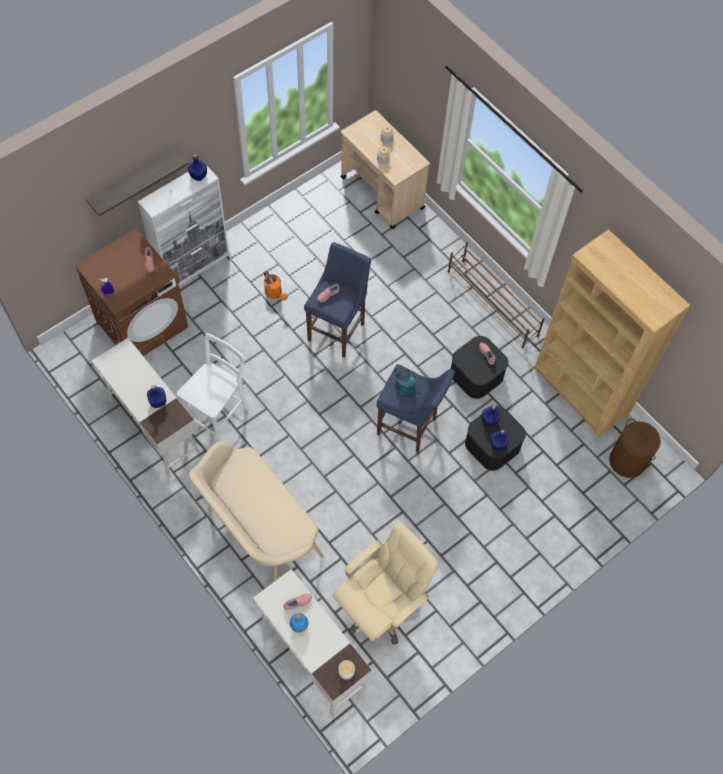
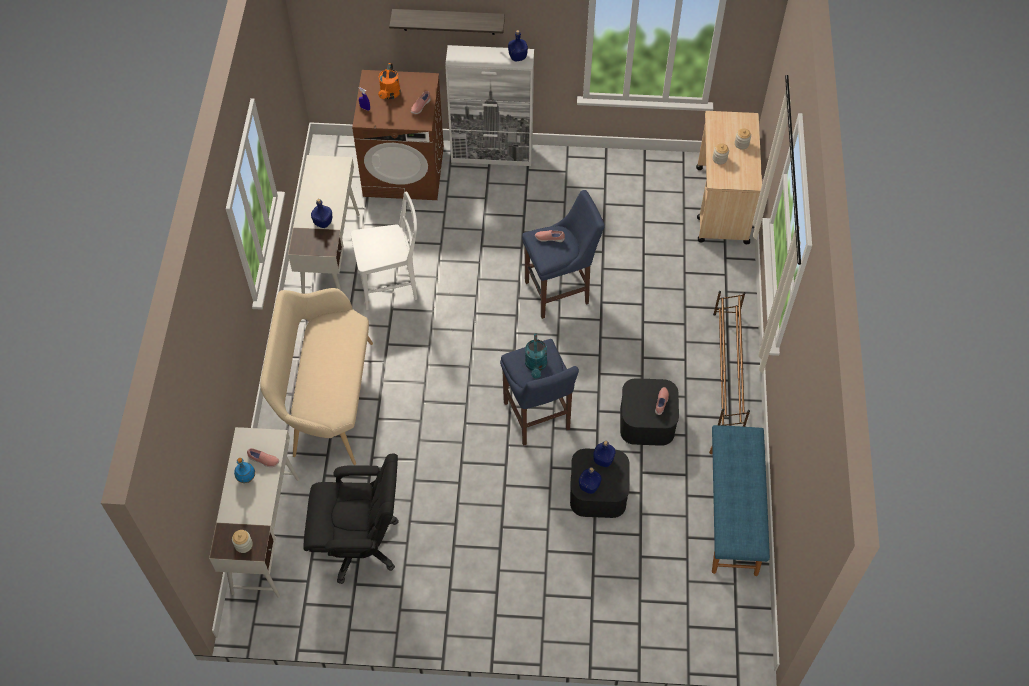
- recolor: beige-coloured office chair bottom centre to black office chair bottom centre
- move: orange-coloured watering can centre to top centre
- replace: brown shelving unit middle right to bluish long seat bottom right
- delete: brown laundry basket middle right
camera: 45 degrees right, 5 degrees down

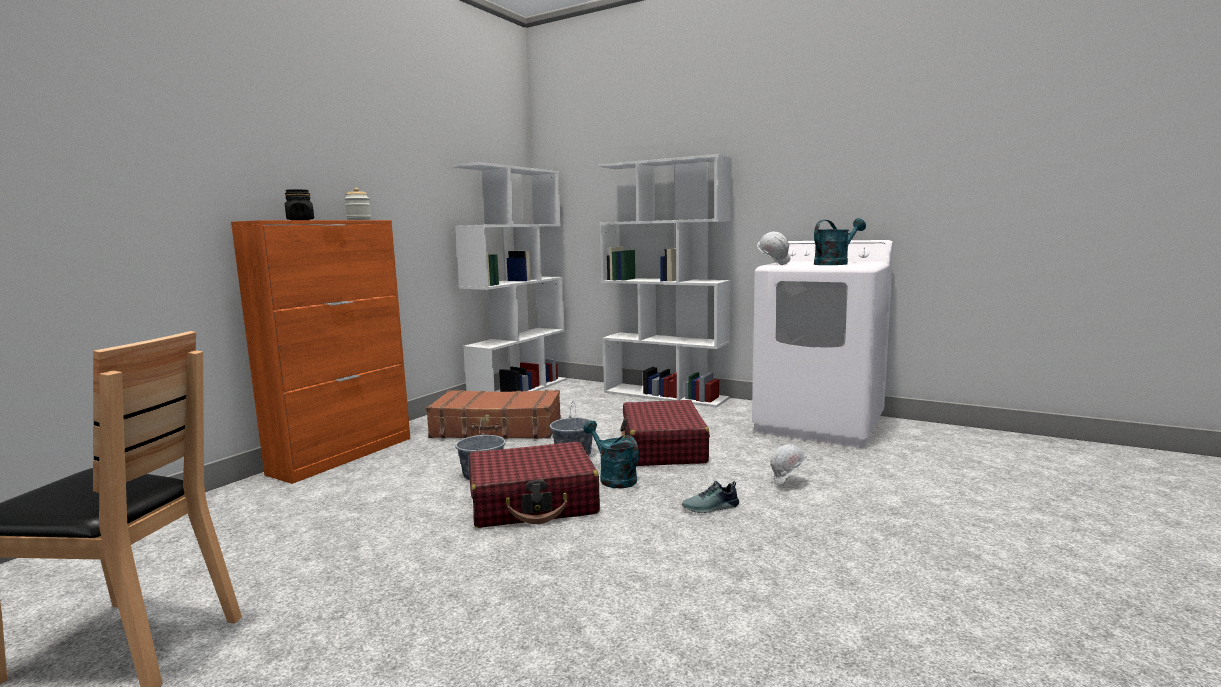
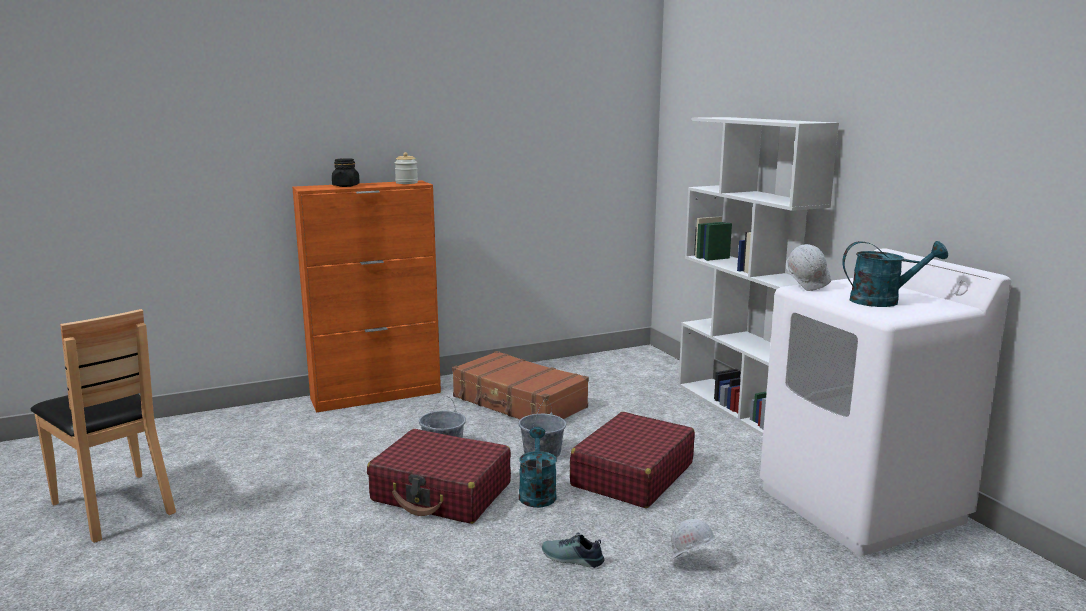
- delete: white shelving unit (1st from left) centre
camera: 35 degrees right, 5 degrees up

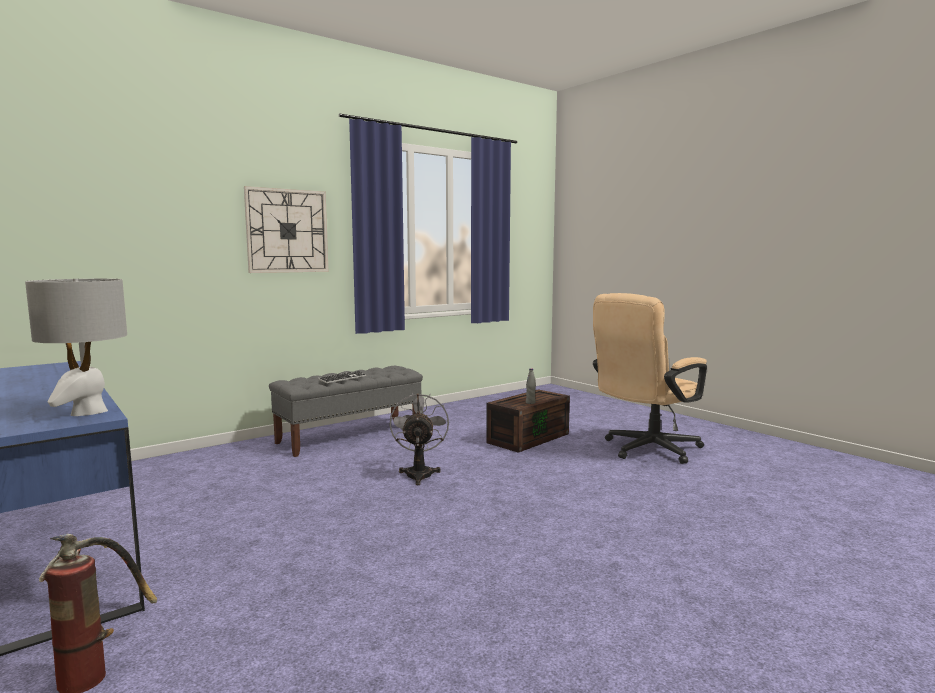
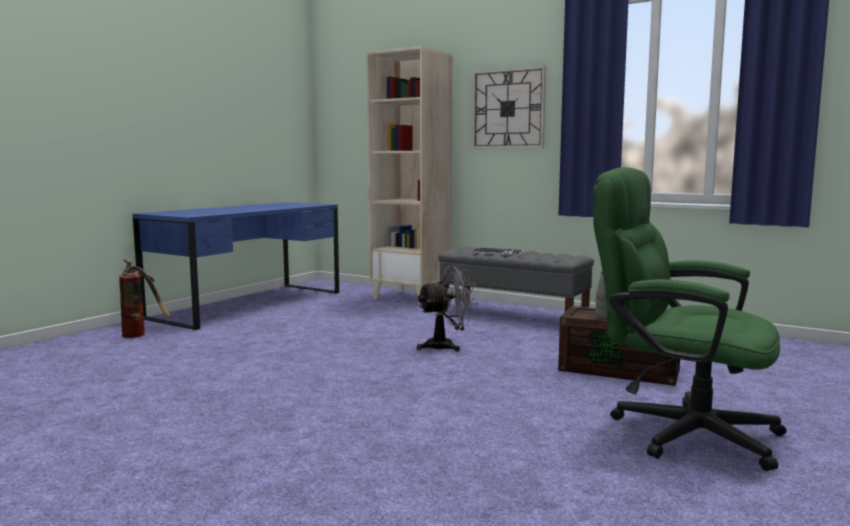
- insert: beige-coloured shelving unit centre
- recolor: beige-coloured office chair middle right to green office chair middle right
- delete: grey tabletop lamp middle left
camera: 70 degrees right, 0 degrees up

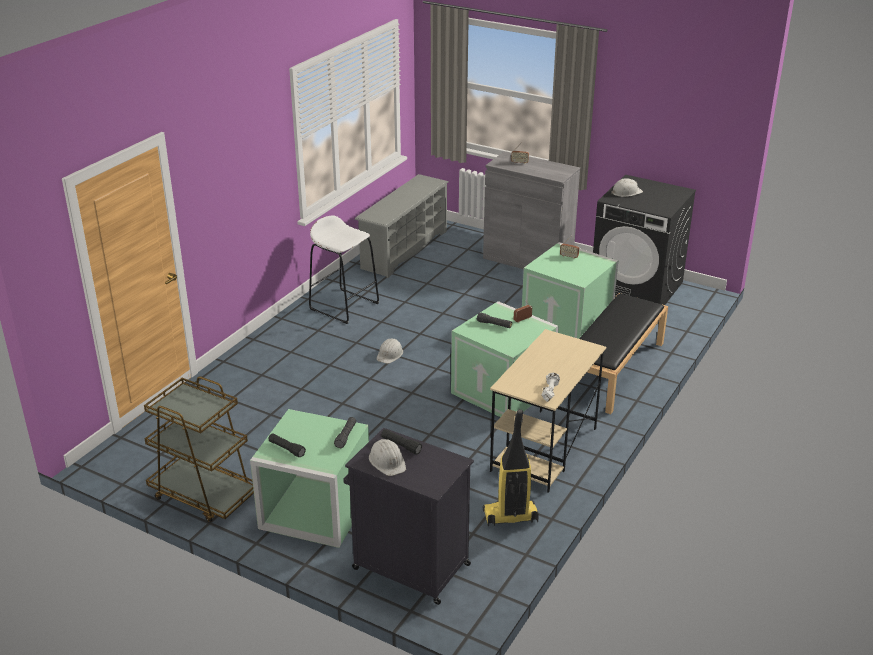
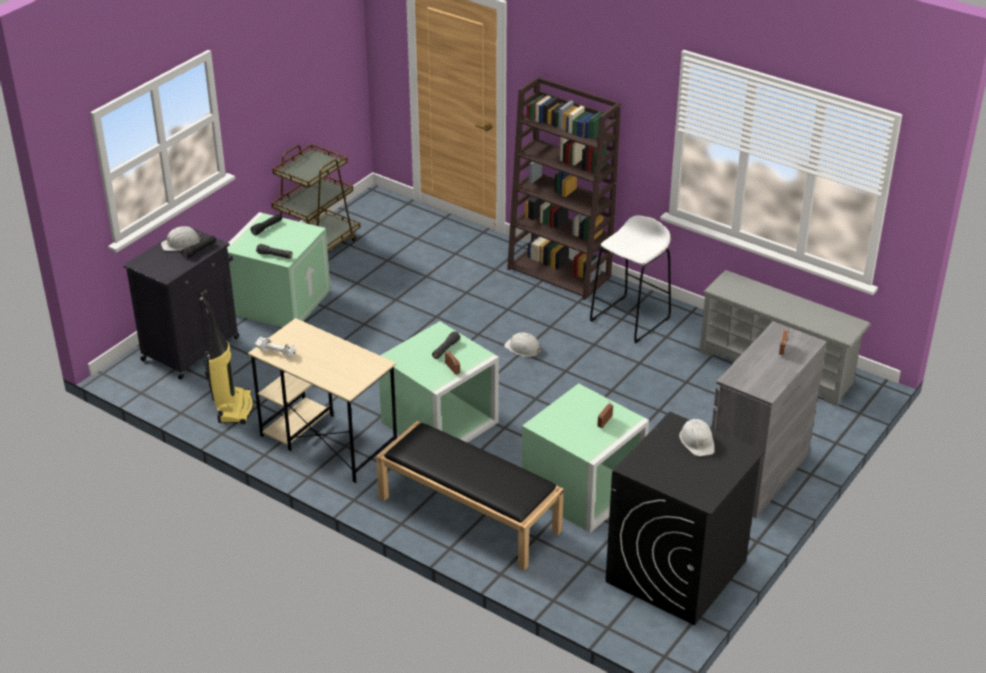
- insert: brown shelving unit top centre
camera: 95 degrees right, 5 degrees up

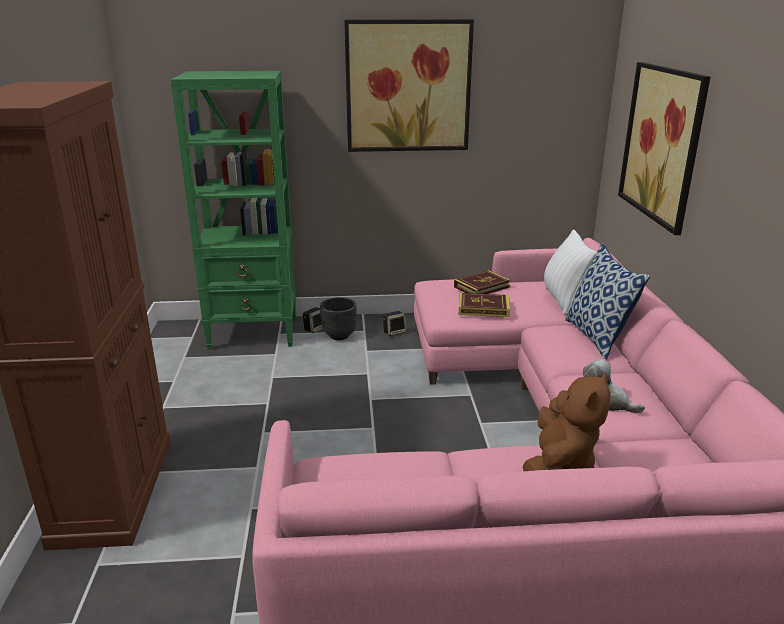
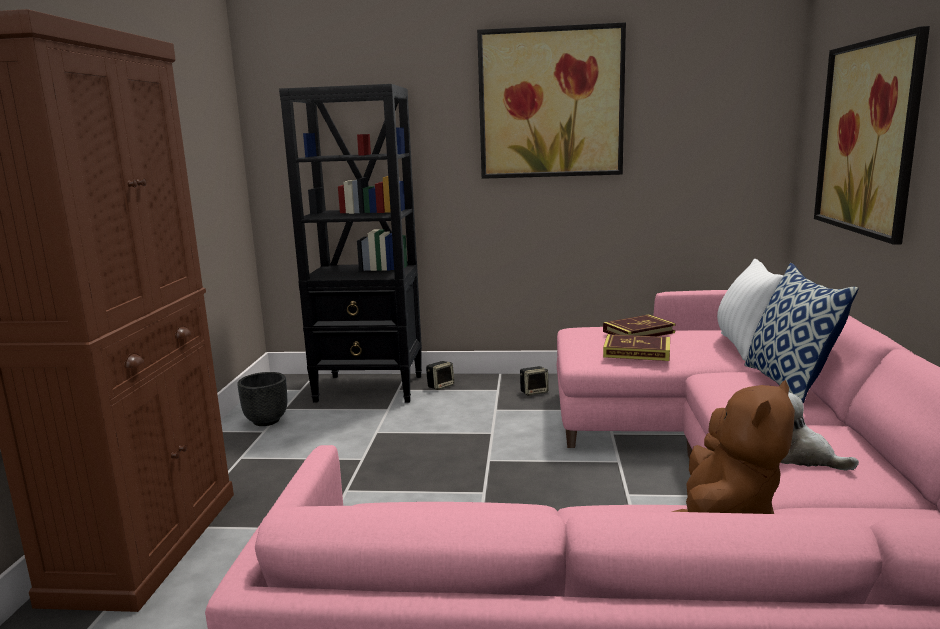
- move: black planter centre to middle left
- recolor: green shelving unit middle left to black shelving unit centre
camera: 10 degrees right, 10 degrees down

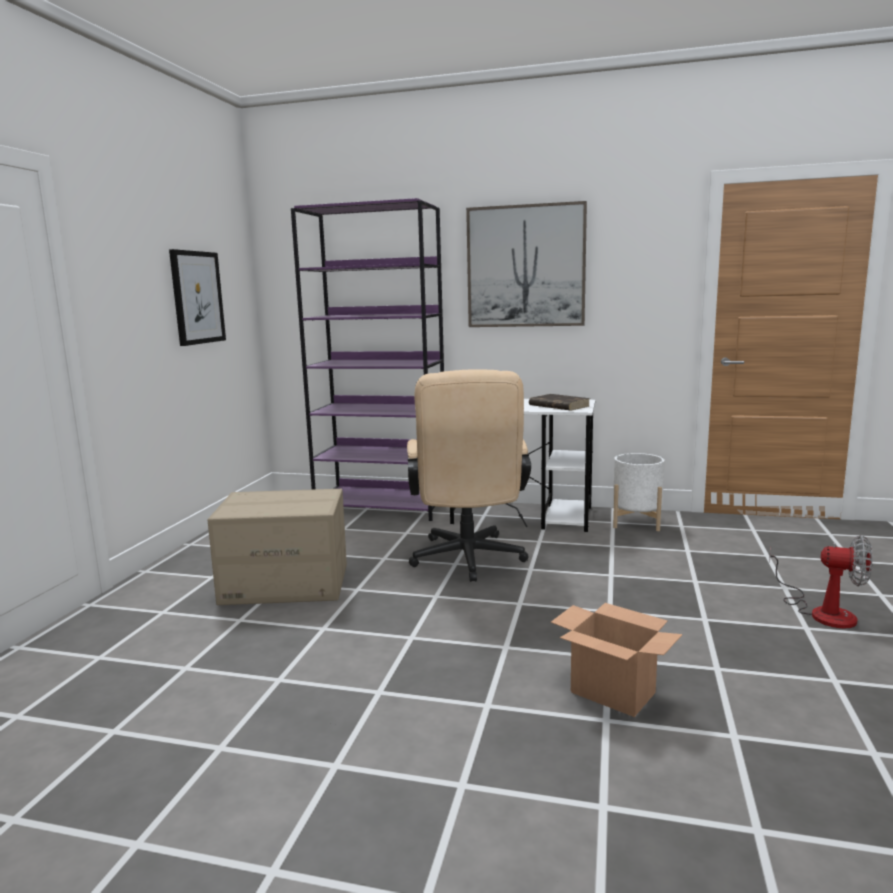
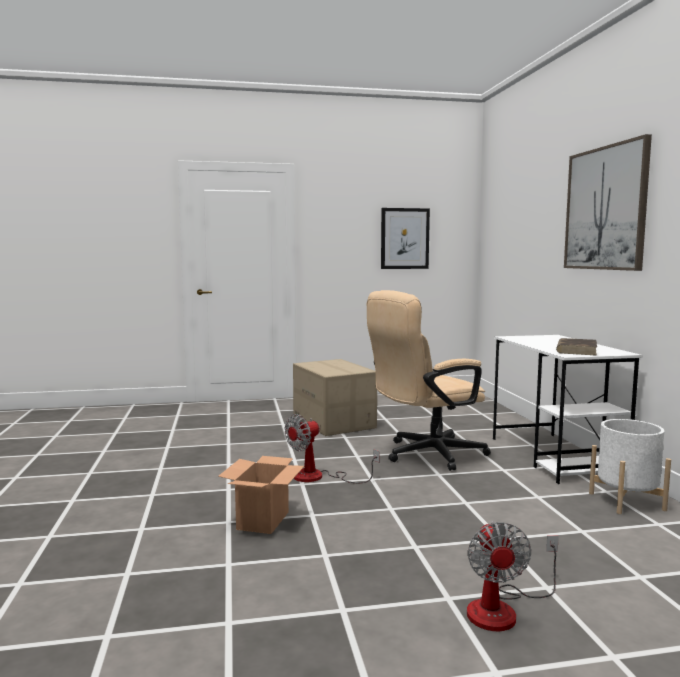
- insert: fan (1st from left) centre
- delete: purple shelving unit centre
camera: 65 degrees right, 5 degrees down

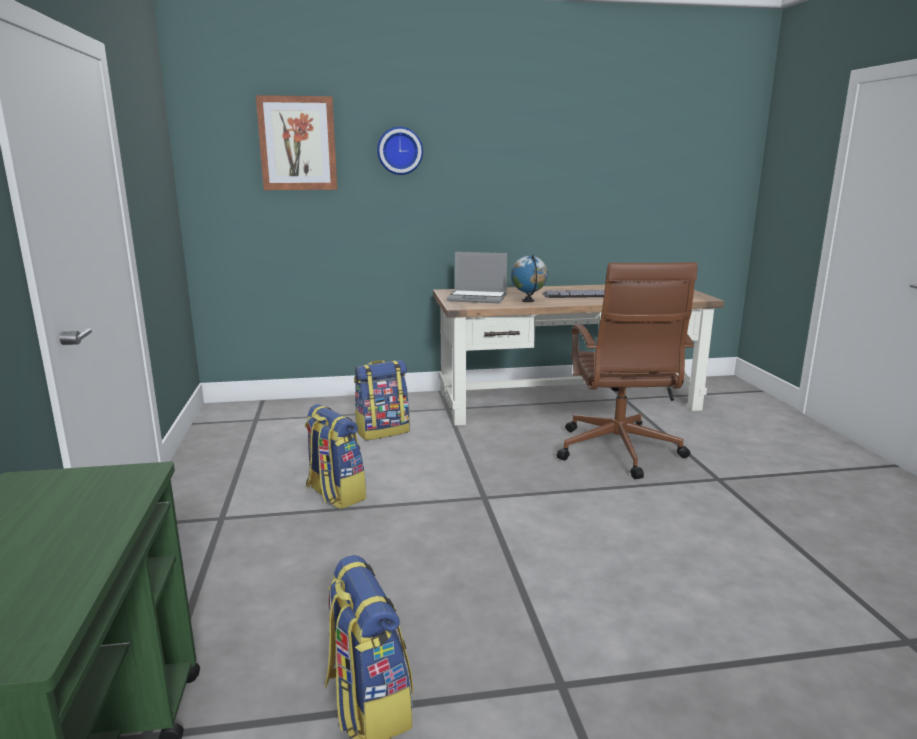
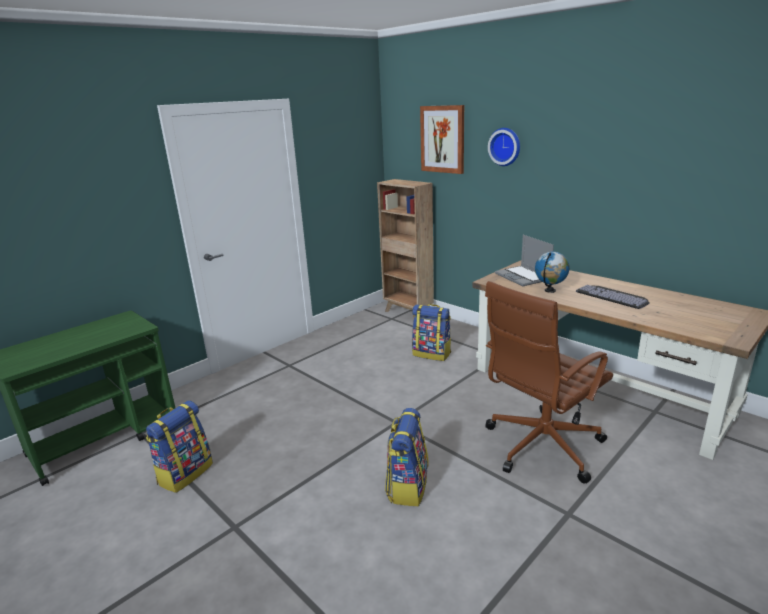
- insert: brown shelving unit centre
- move: rucksack (1st from left in the first image) centre to rucksack (2nd from left) bottom centre
camera: 55 degrees right, 5 degrees up

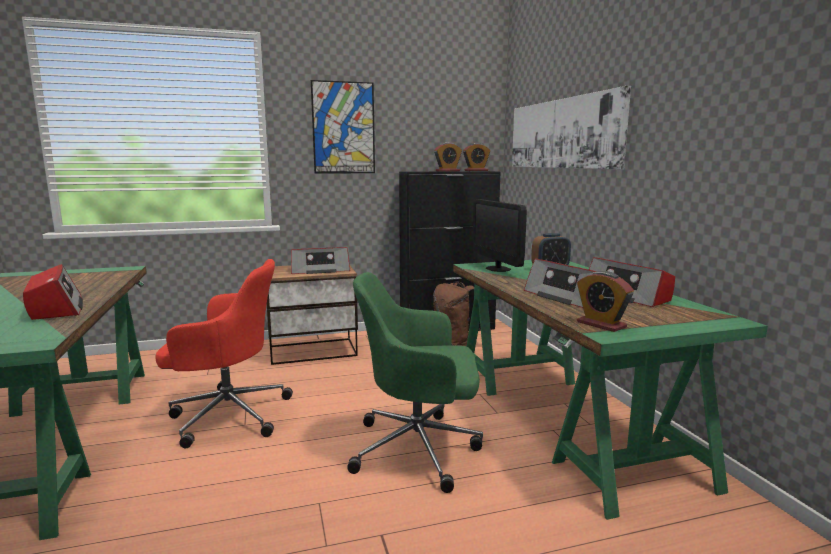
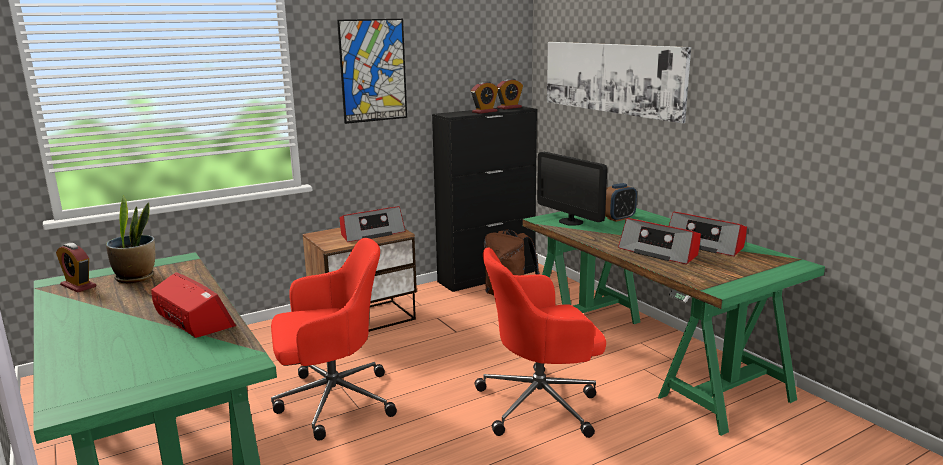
- move: table clock (4th from left in the first image) middle right to table clock (1st from left) middle left
- insert: houseplant middle left
- recolor: green office chair bottom centre to red office chair (2nd from left) bottom centre
camera: 15 degrees left, 5 degrees up

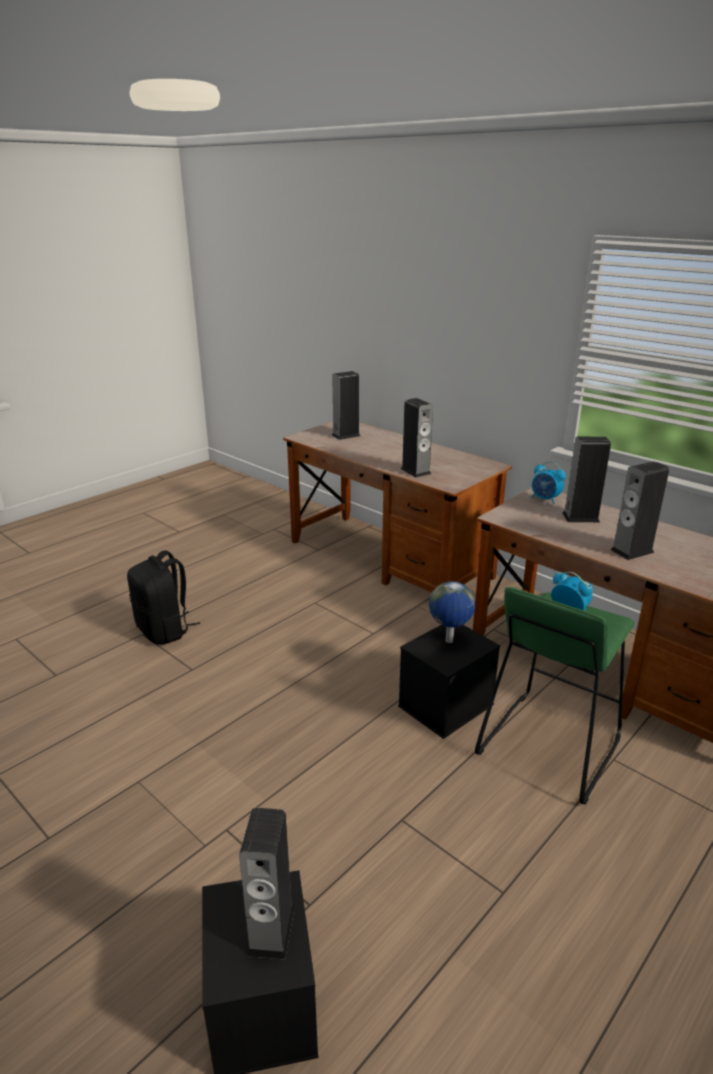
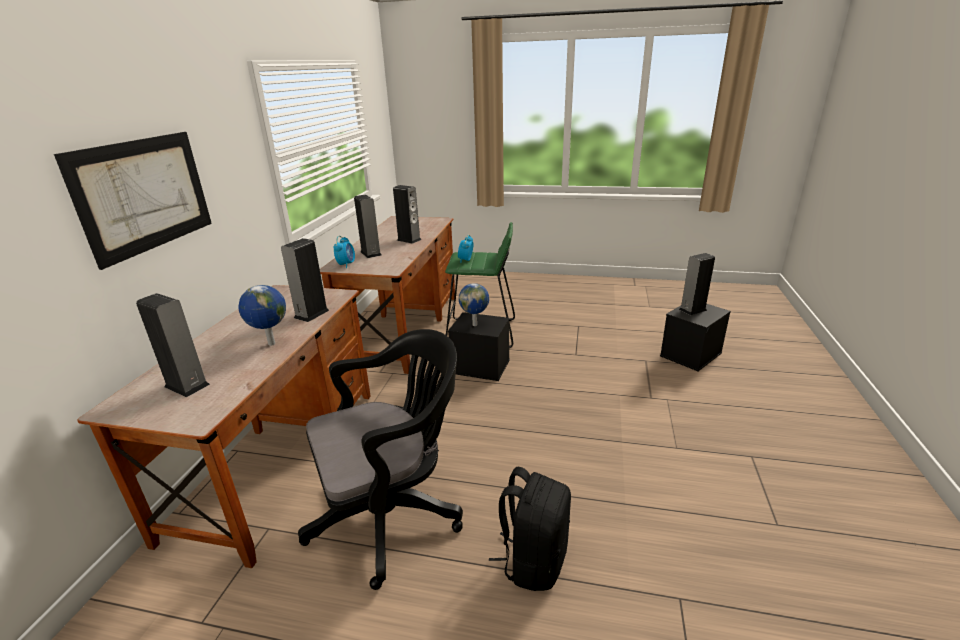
- insert: wall art top left
- insert: globe (1st from left) middle left
- insert: black office chair bottom centre
camera: 120 degrees left, 0 degrees up

